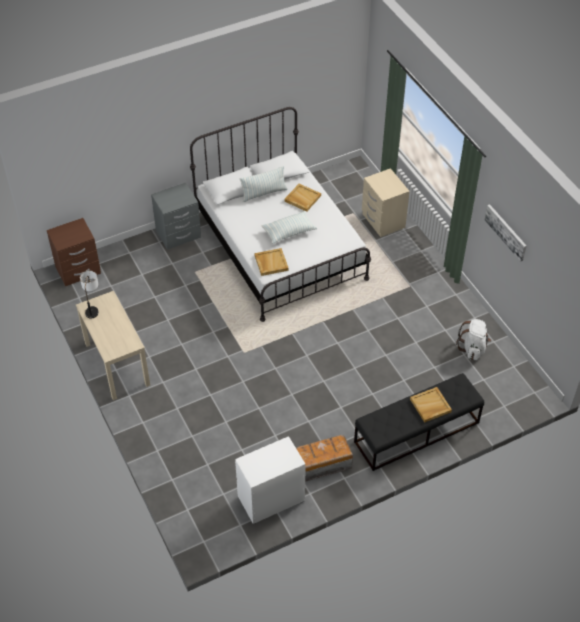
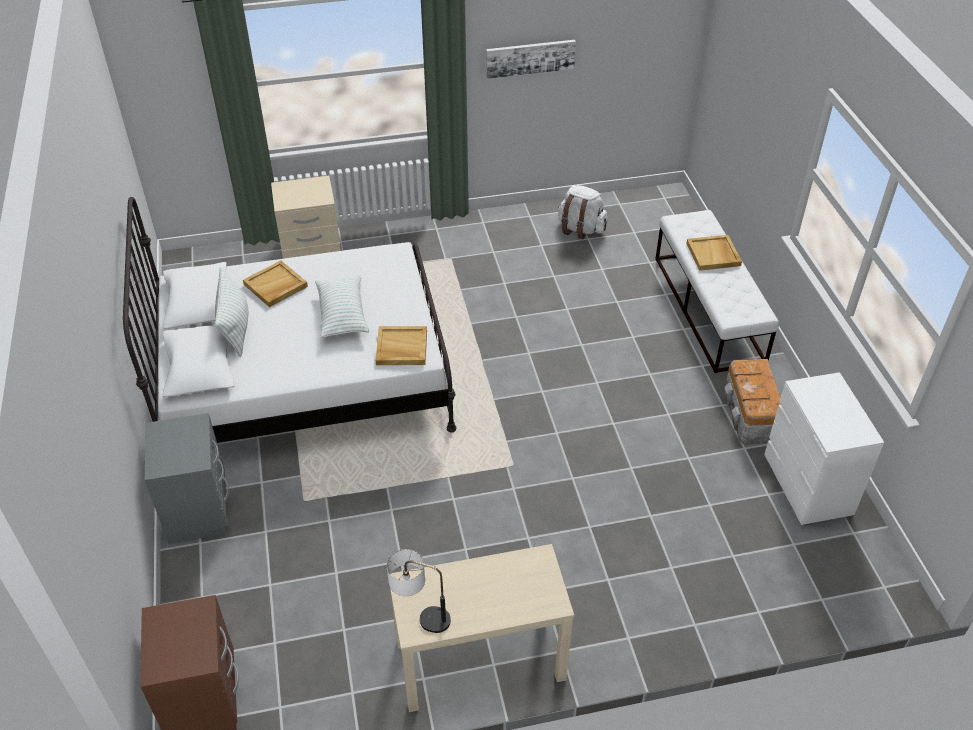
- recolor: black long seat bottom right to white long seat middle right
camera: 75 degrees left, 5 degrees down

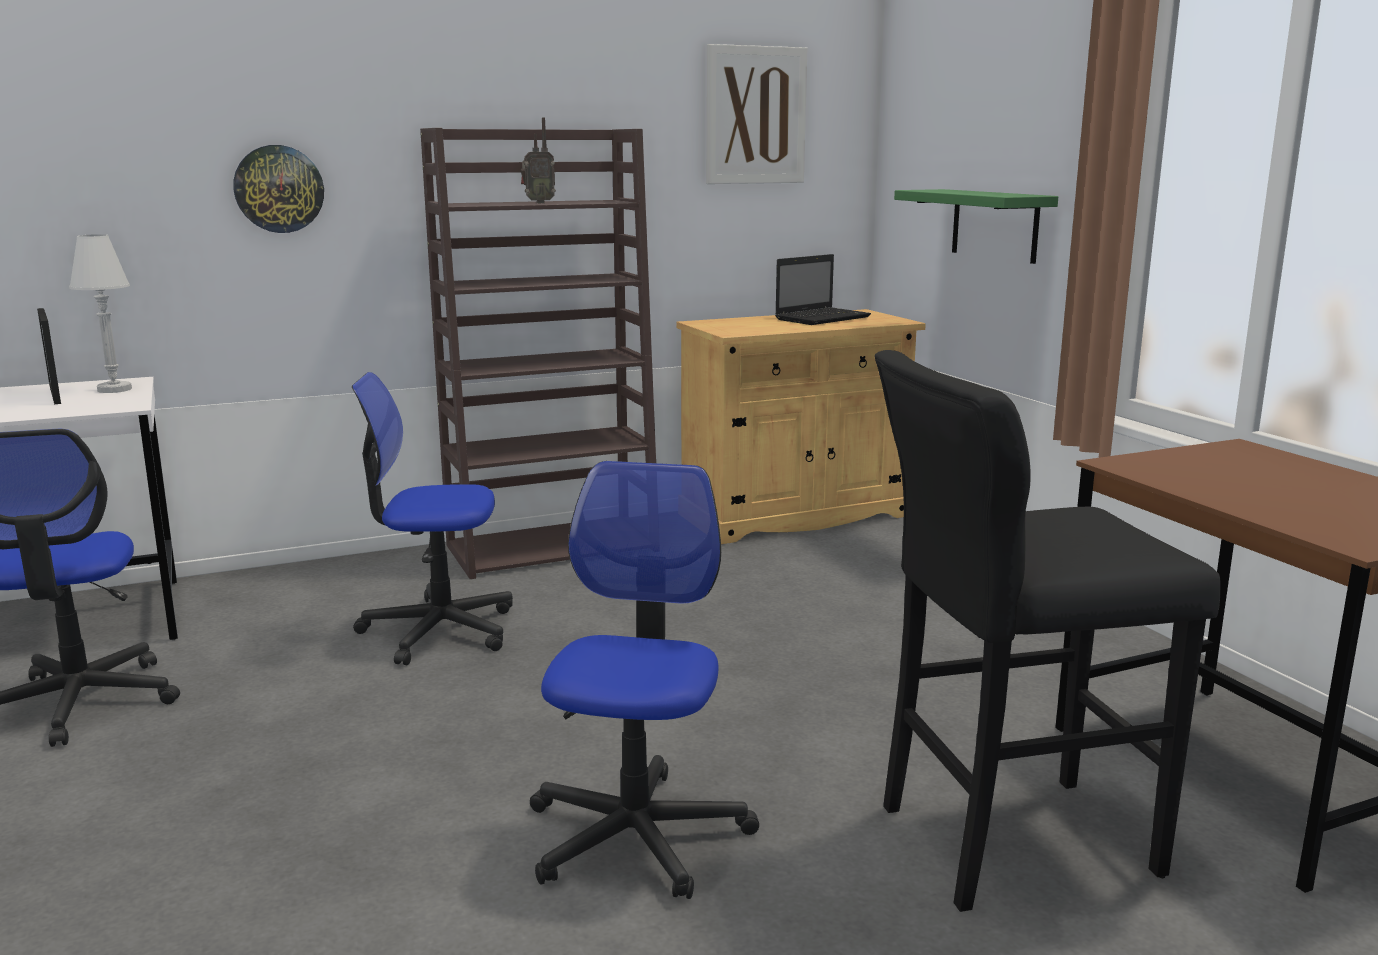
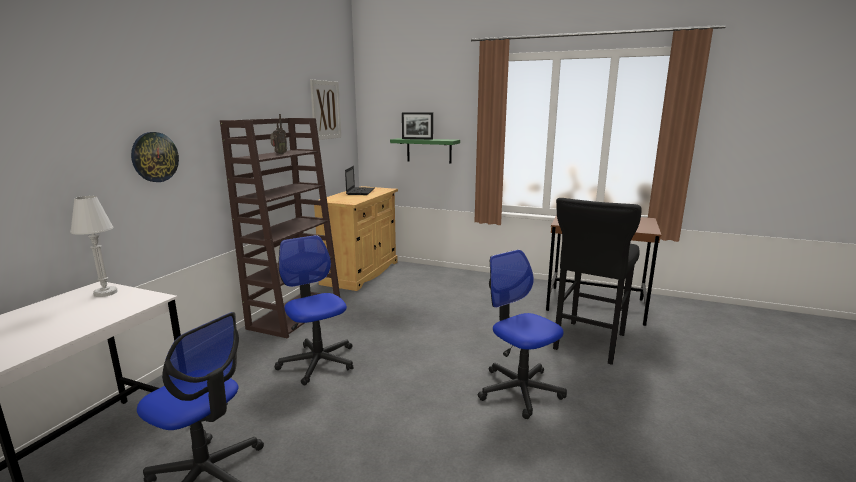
- rotate: office chair (2nd from left) middle left = centre 105 degrees clockwise
- move: standing frame middle left to top centre
camera: 45 degrees left, 0 degrees up

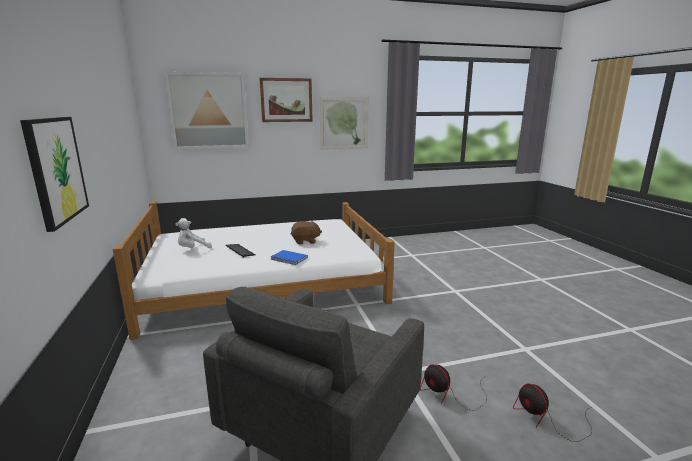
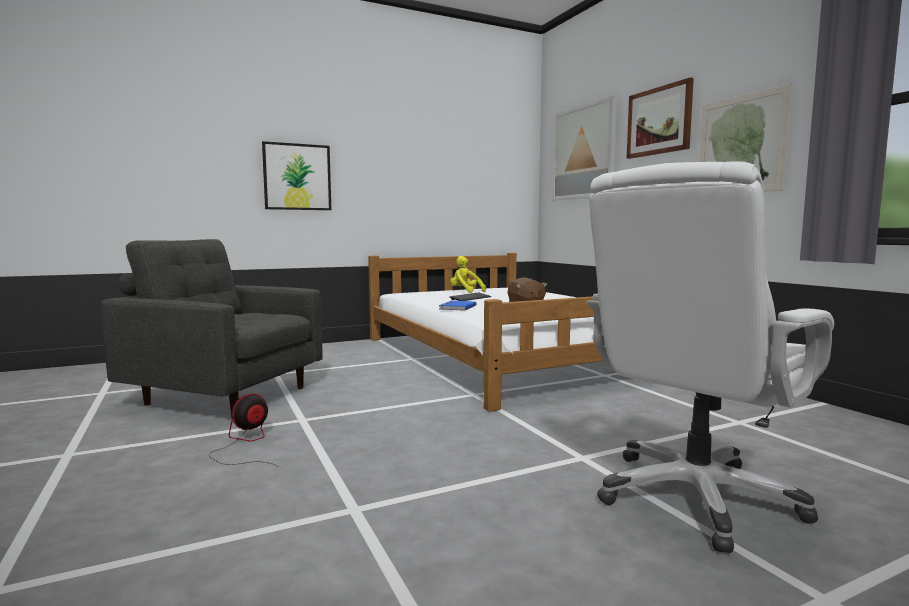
- recolor: white soft toy middle left to yellow soft toy centre
- insert: white office chair middle right
- delete: fan (2nd from left) bottom right
camera: 80 degrees right, 10 degrees down

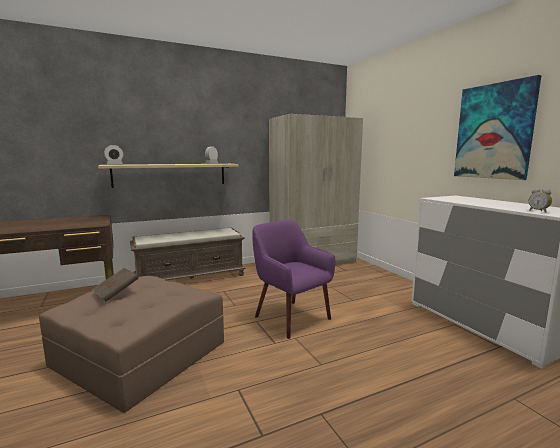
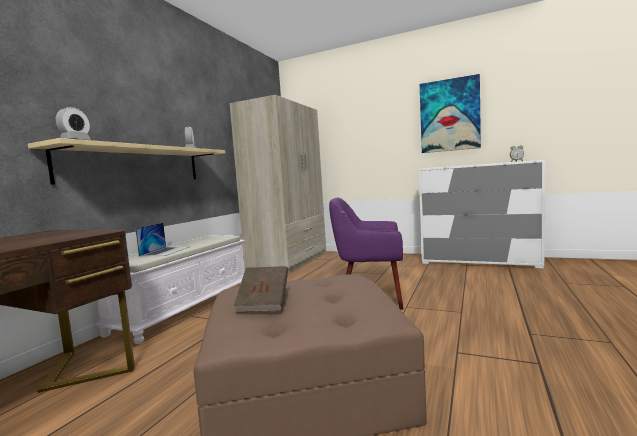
- recolor: brown long seat centre to white long seat middle left
- insert: notebook computer middle left
camera: 40 degrees left, 5 degrees down

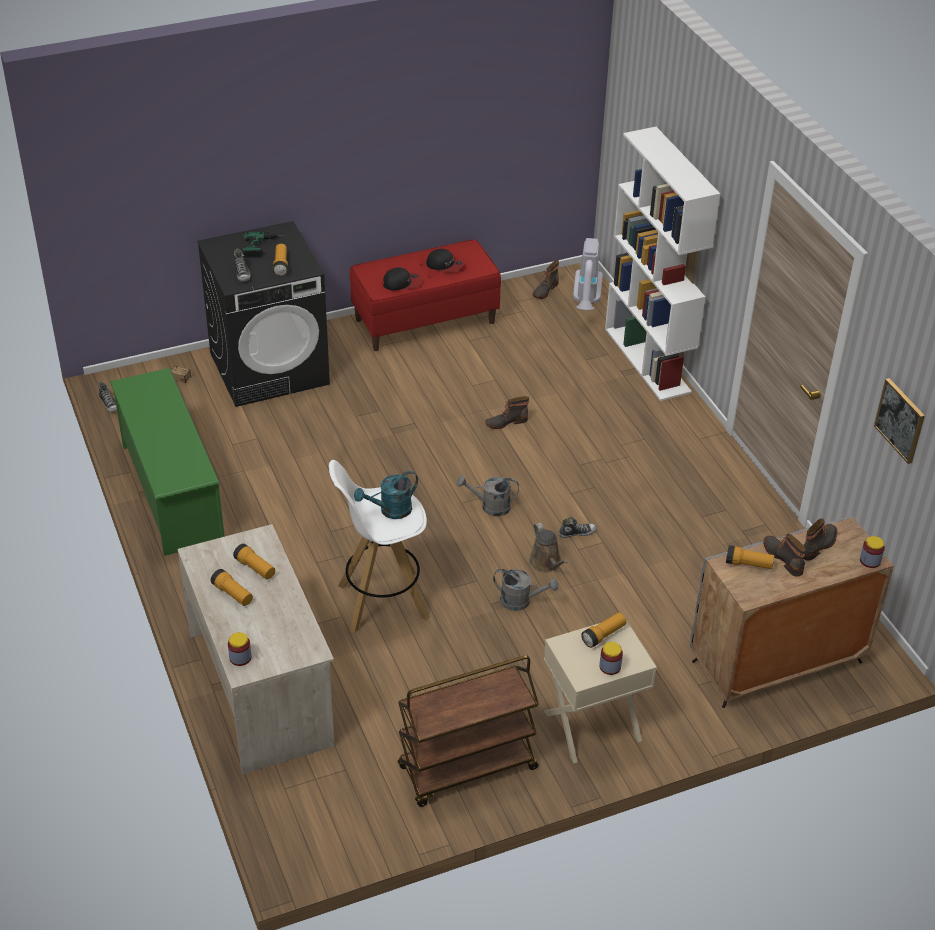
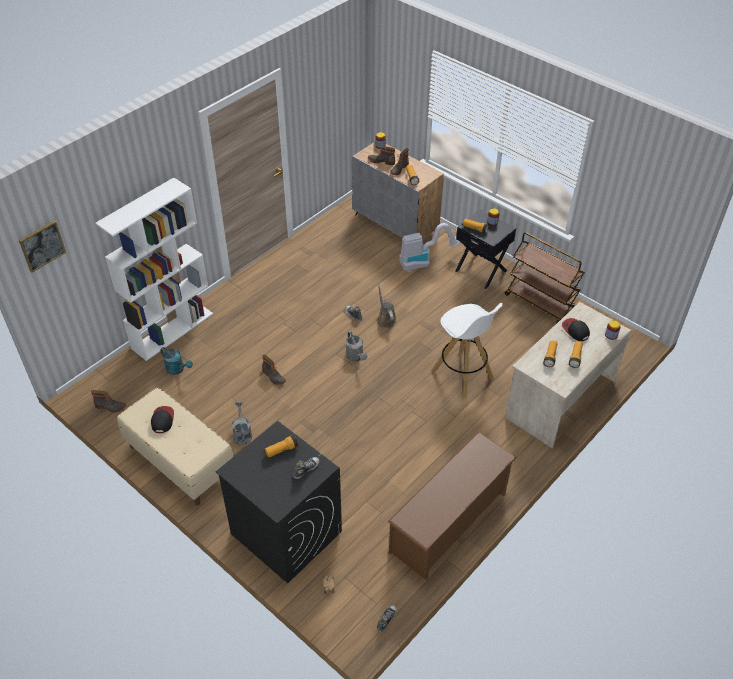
- move: wall art middle right to middle left
- recolor: red long seat top centre to beige-coloured long seat middle left
- move: turquoise-coloured watering can centre to middle left
- move: grey watering can (2nd from left in the first image) centre to grey watering can (1st from left) middle left
- rotate: brown watering can centre = centre 60 degrees counterclockwise
- recolor: green shoe shelf middle left to brown shoe shelf bottom centre
- move: vacuum cleaner top centre to centre
- recolor: beige-coloured nightstand bottom centre to black nightstand centre
- move: baseball cap (1st from left in the first image) top centre to baseball cap (2nd from left) middle right
- delete: power drill top left
camera: 115 degrees left, 5 degrees up

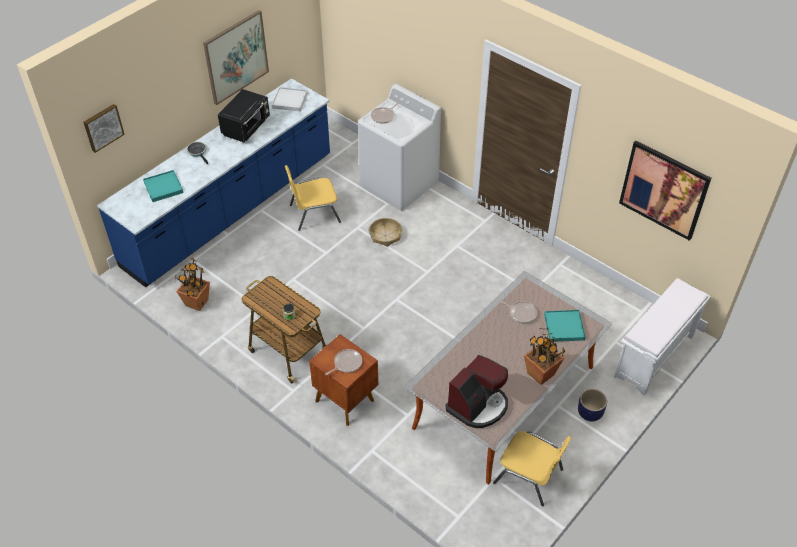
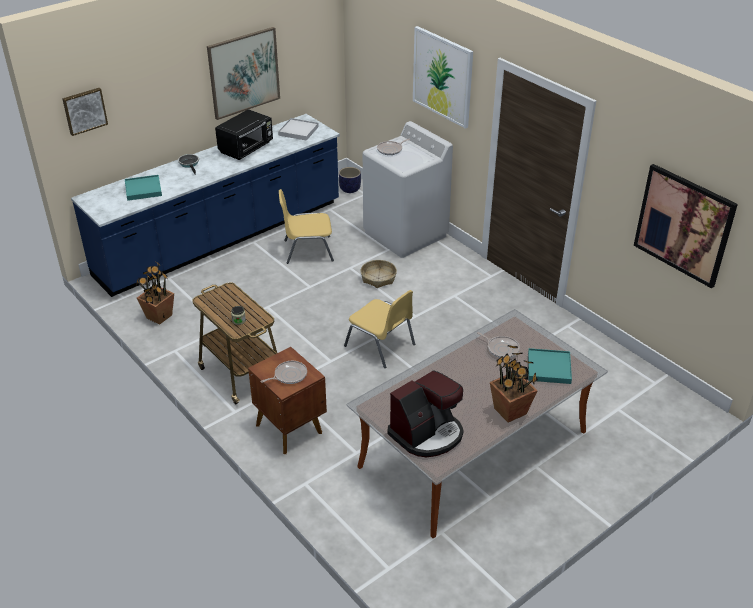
- move: planter bottom right to top centre
- move: yellow plain chair (2nd from left) bottom right to centre
- insert: wall art (3rd from left) top centre
- delete: white long seat middle right
camera: 10 degrees right, 10 degrees down

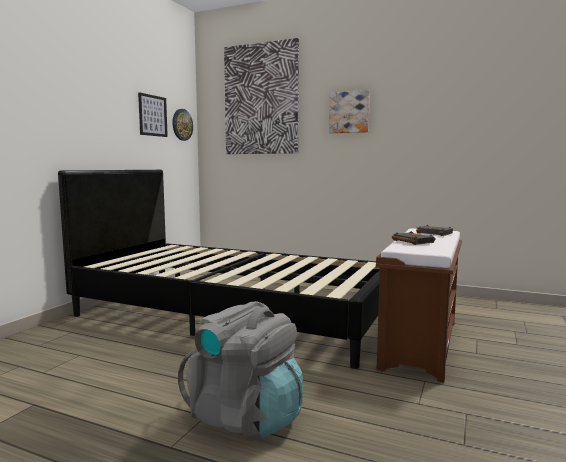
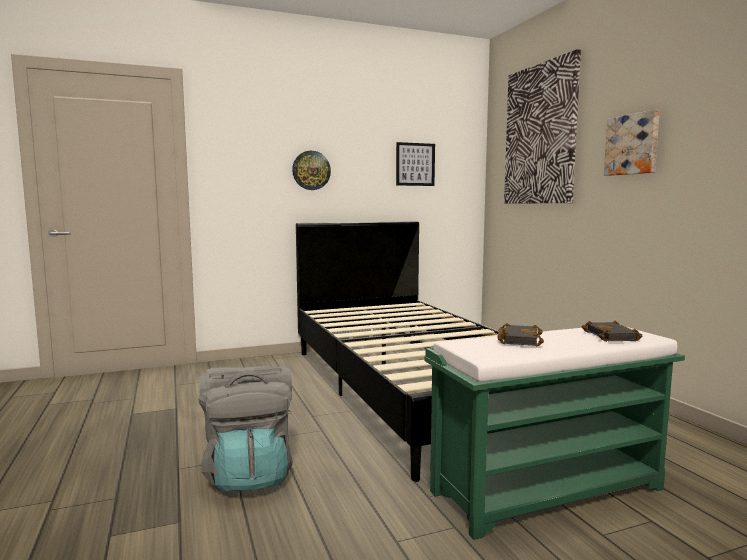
- move: wall clock top left to top centre
- recolor: brown long seat middle right to green long seat bottom right
camera: 45 degrees right, 0 degrees up

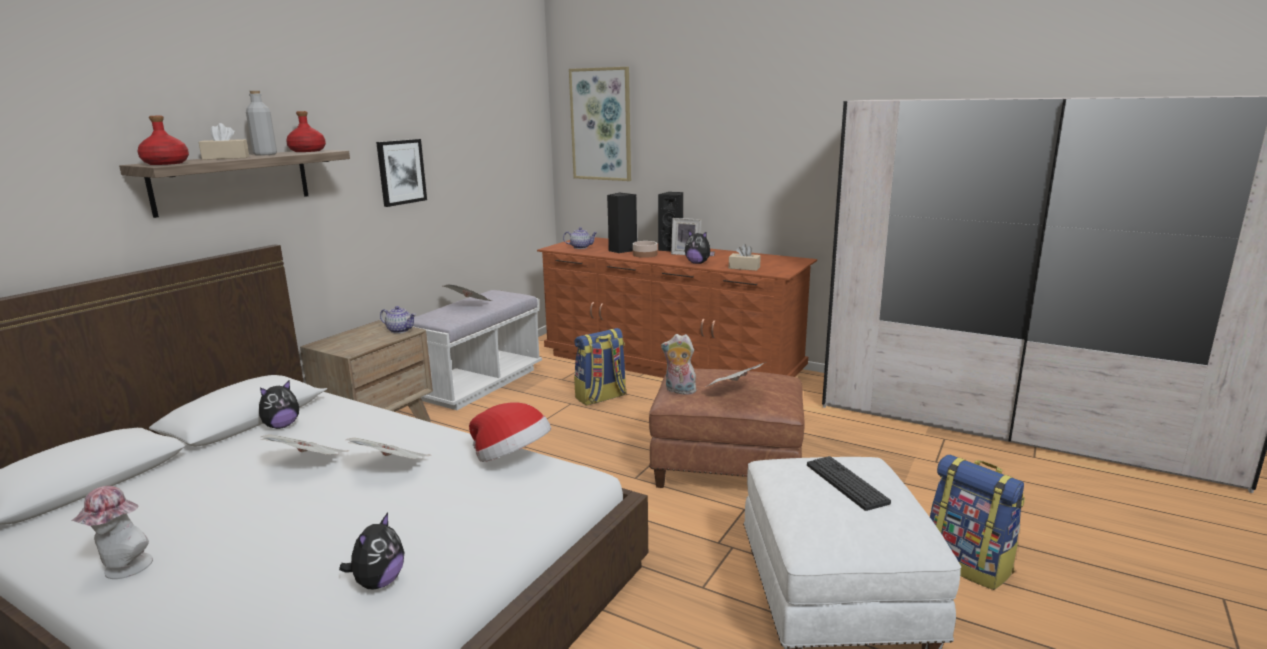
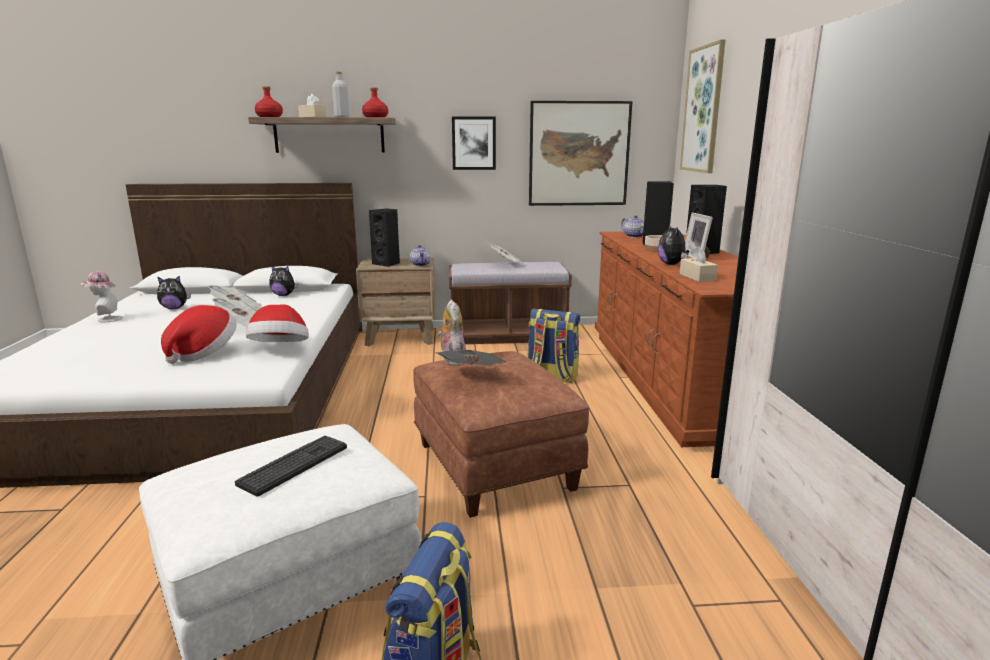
- move: soft toy (2nd from left in the first image) bottom left to soft toy (1st from left) middle left
- insert: wearable hat (2nd from left) middle left
- insert: black loudspeaker (1st from left) centre
- recolor: white long seat centre to brown long seat centre
- insert: wall art (2nd from left) top centre
camera: 55 degrees right, 0 degrees up

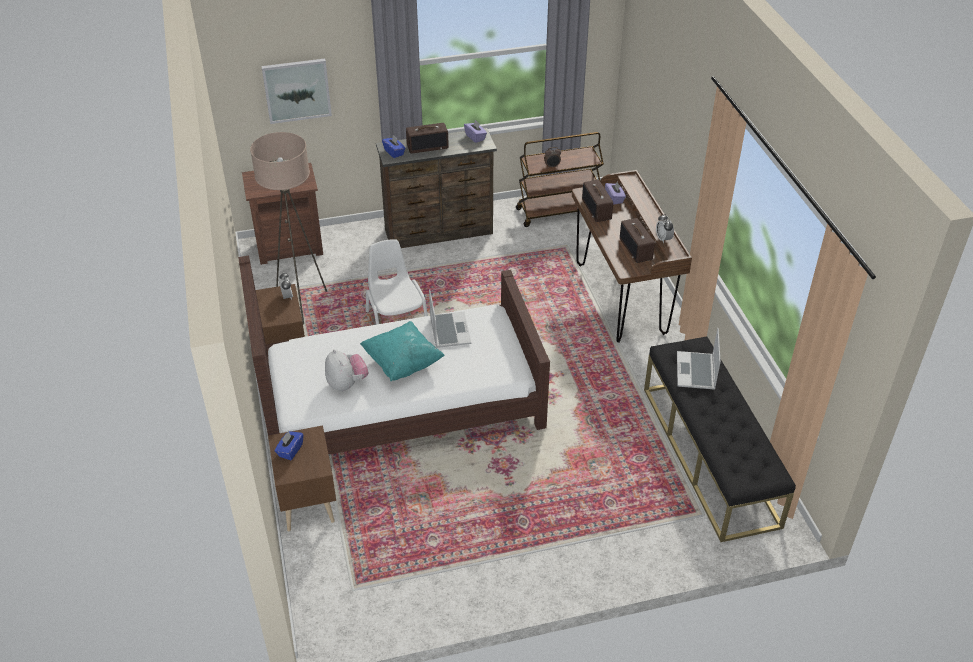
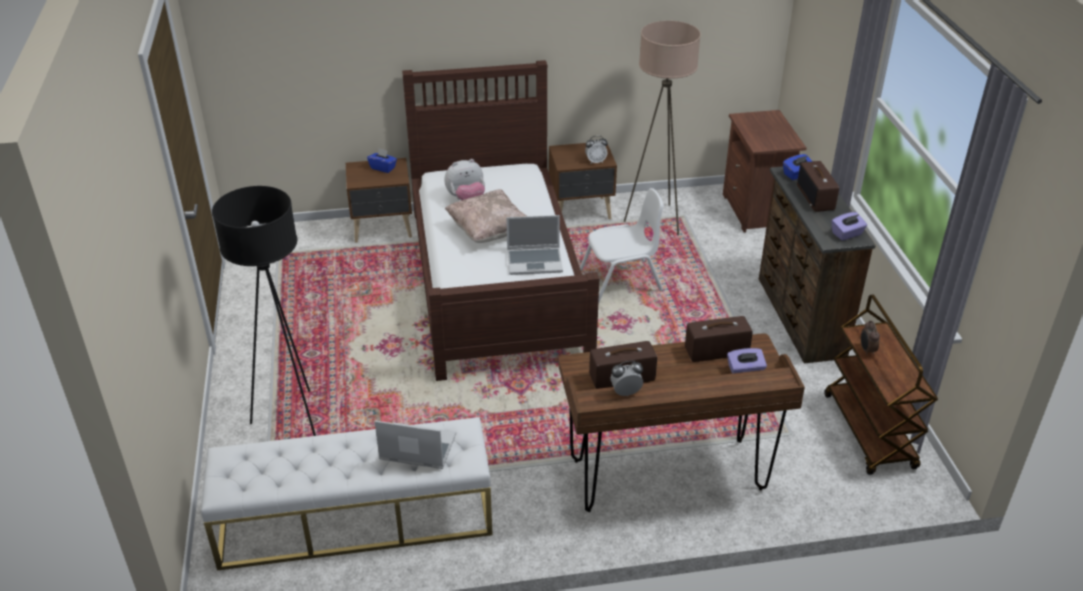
- recolor: black long seat middle right to white long seat bottom left
- insert: black standing lamp middle left
- recolor: turquoise-coloured throw pillow centre to beige-coloured throw pillow centre
- delete: wall art top left
camera: 95 degrees right, 5 degrees down

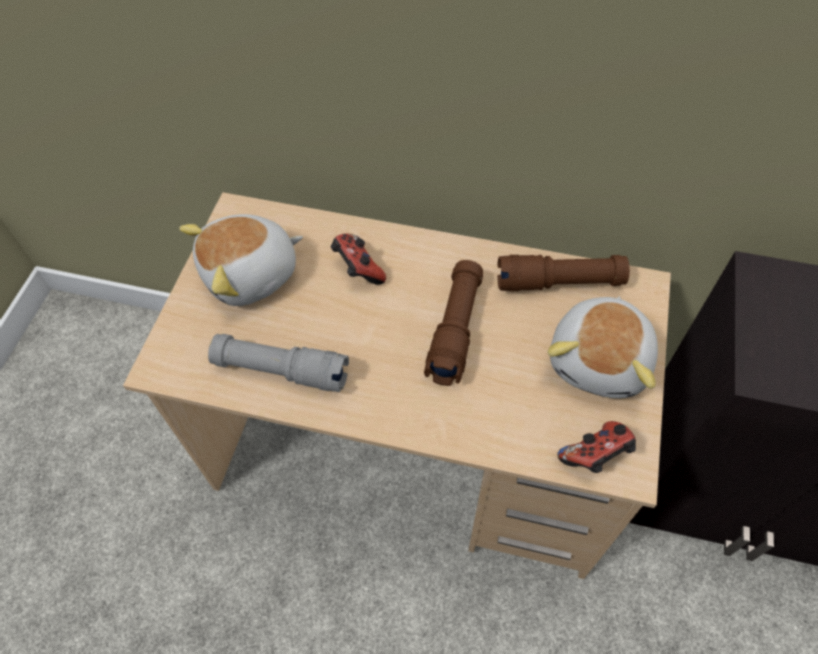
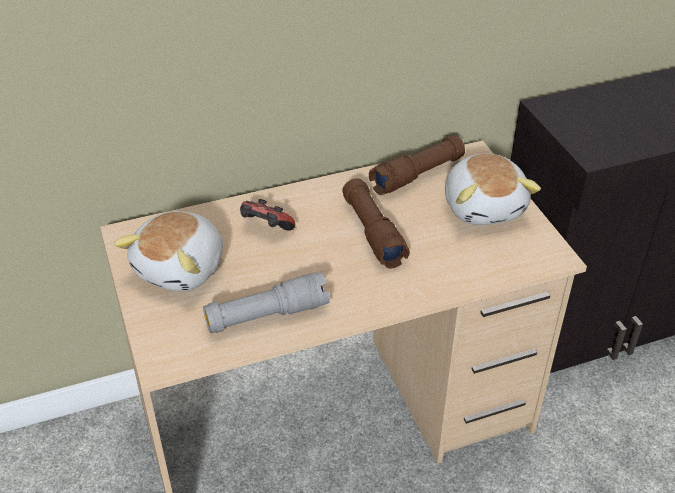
- delete: game controller (2nd from left) bottom right
camera: 35 degrees left, 15 degrees down

